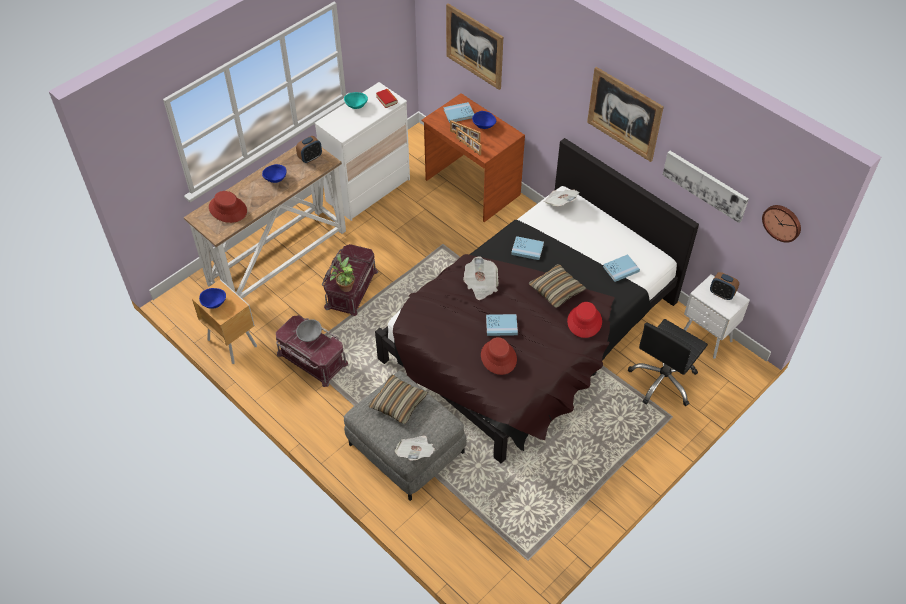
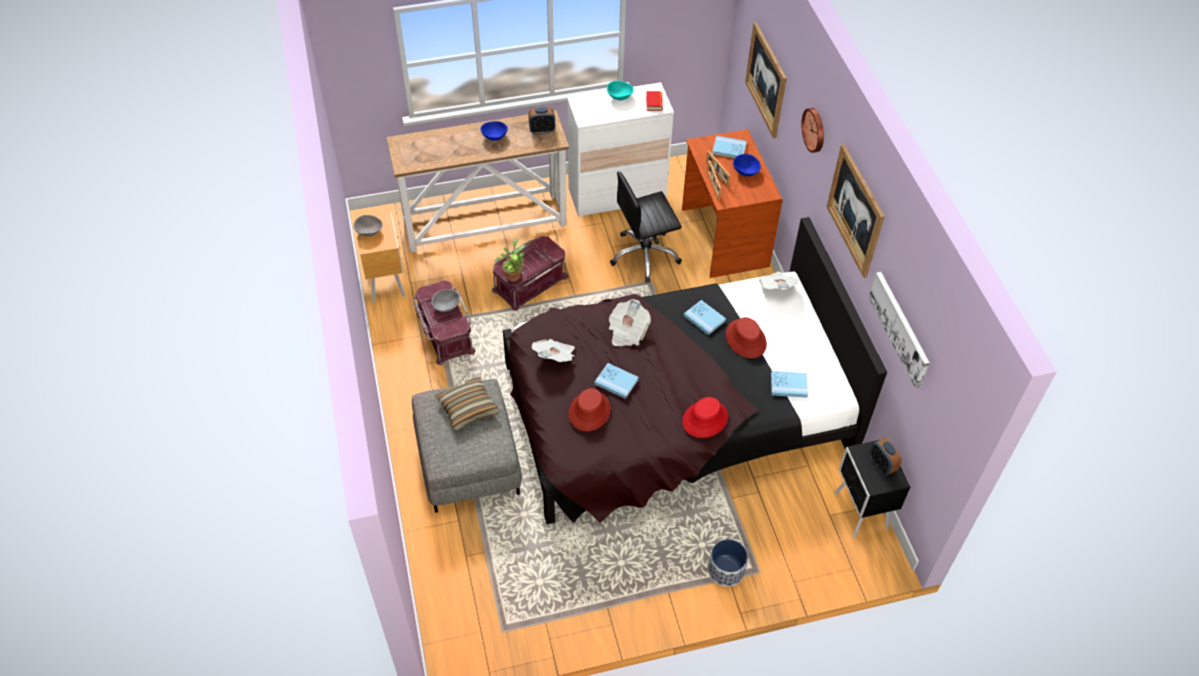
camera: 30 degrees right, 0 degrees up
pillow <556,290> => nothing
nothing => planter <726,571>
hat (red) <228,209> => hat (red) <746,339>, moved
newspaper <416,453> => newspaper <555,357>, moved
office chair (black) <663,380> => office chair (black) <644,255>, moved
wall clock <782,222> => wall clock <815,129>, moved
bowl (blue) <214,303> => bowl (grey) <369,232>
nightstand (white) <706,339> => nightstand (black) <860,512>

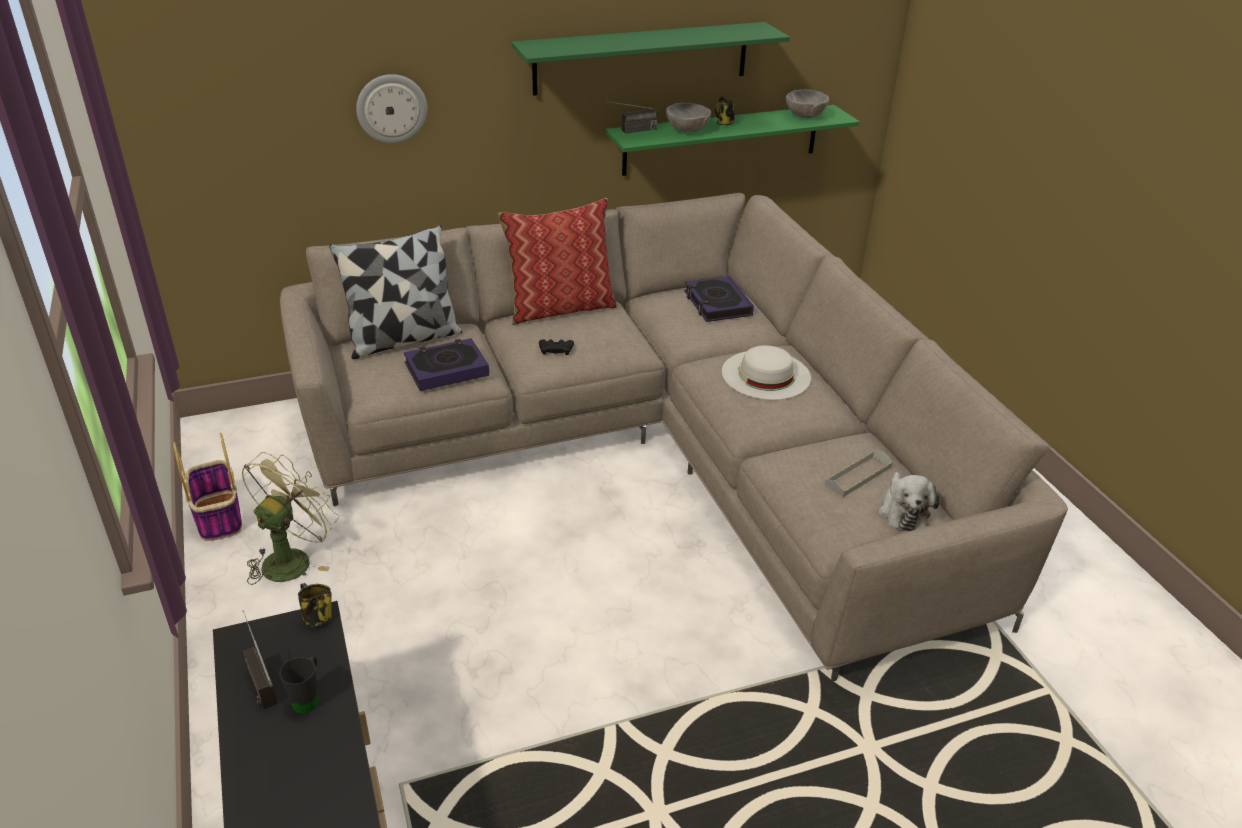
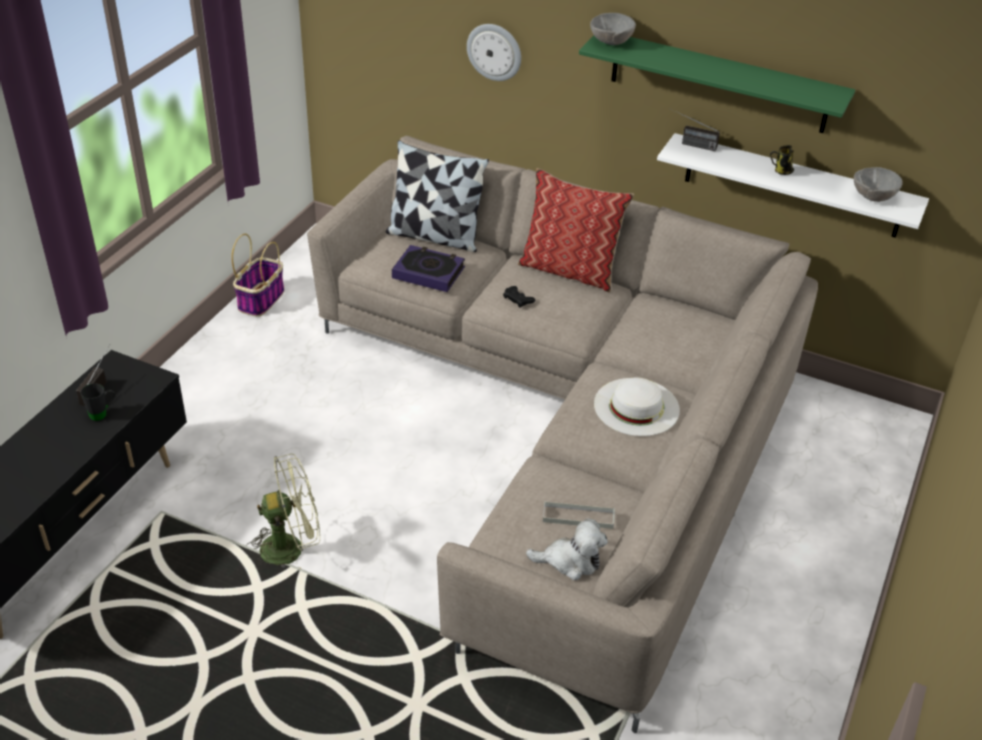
camera: 45 degrees right, 5 degrees up
mug <316,618> => nothing
book <717,304> => nothing
fan (green) <292,558> => fan (green) <291,547>, moved
bowl (grey) <688,131> => bowl (grey) <611,42>, moved
shelf (green) <721,140> => shelf (white) <792,186>
plush toy <903,511> => plush toy <570,561>, 135 degrees counterclockwise

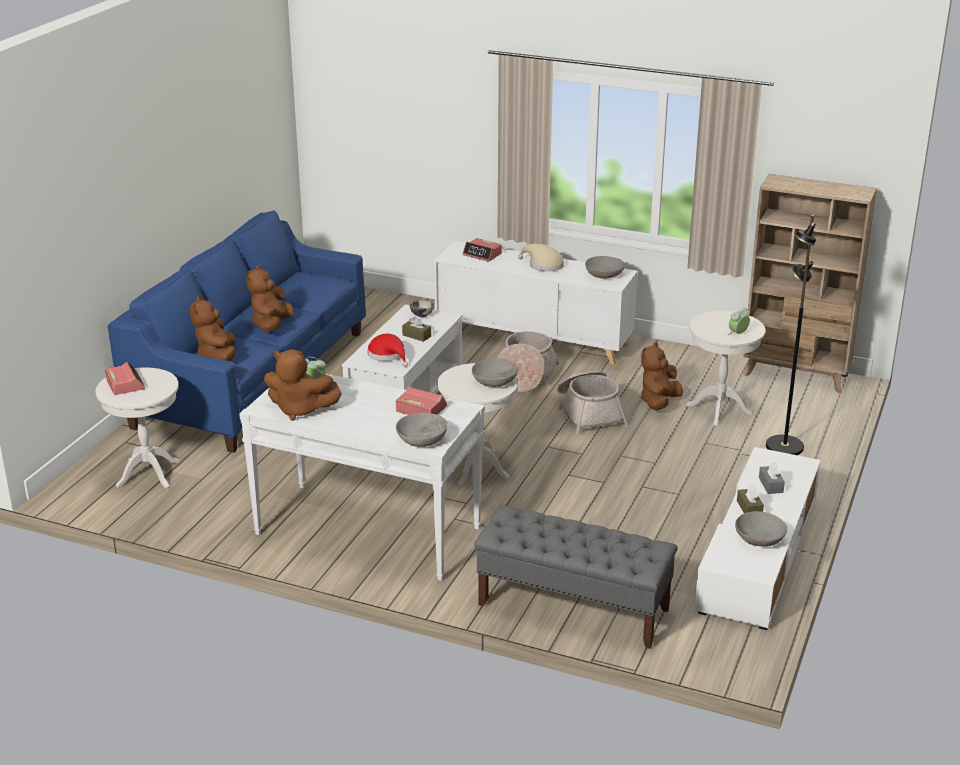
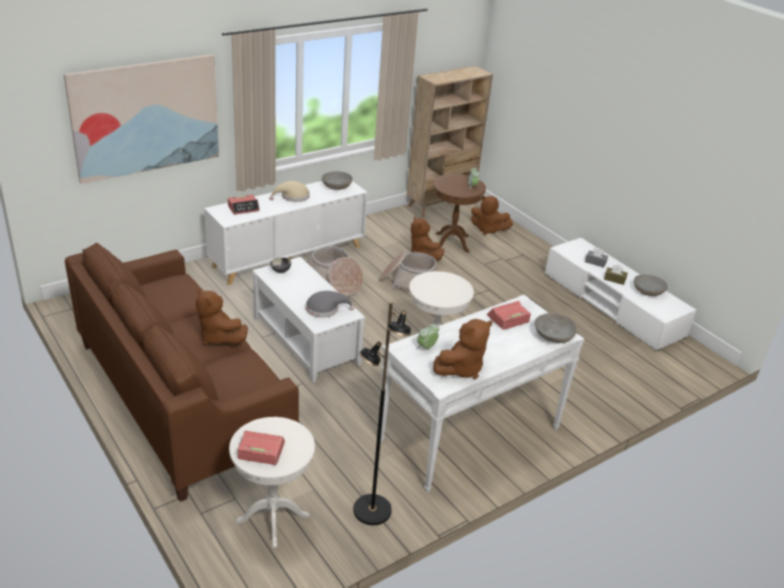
camera: 60 degrees left, 5 degrees up
tissue box (brown) <416,336> => nothing
bowl (grey) <495,381> => nothing
bench (grey) <572,607> => nothing
nothing => picture <146,117>
plush toy (brown) <217,357> => plush toy (brown) <488,230>, moved
floor lamp (black) <783,446> => floor lamp (black) <371,511>, moved
sofa (blue) <252,378> => sofa (brown) <181,397>
hat (red) <388,355> => hat (grey) <325,309>
side table (white) <719,409> => side table (brown) <452,242>

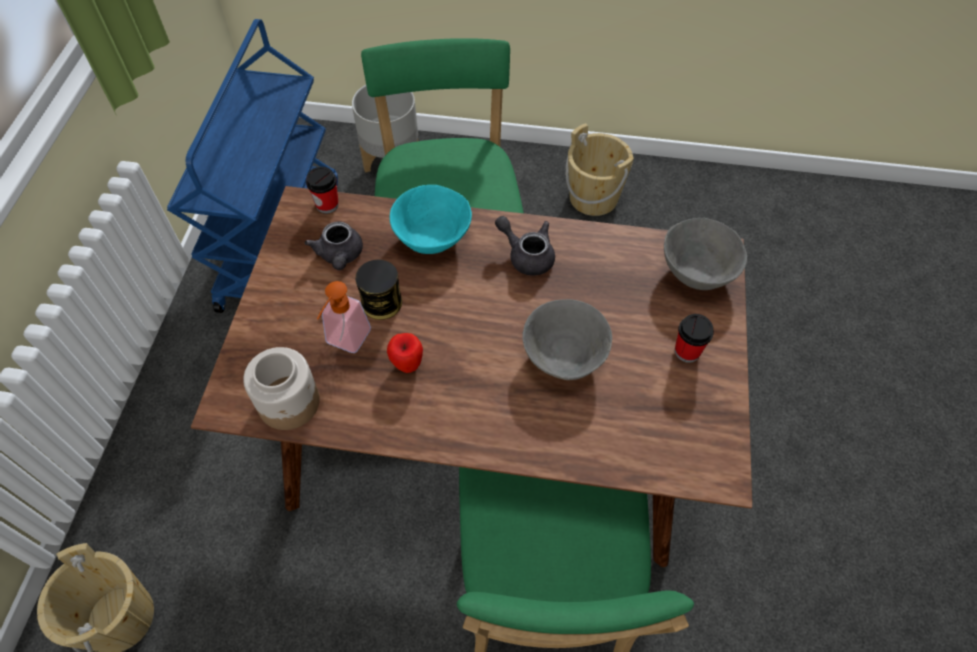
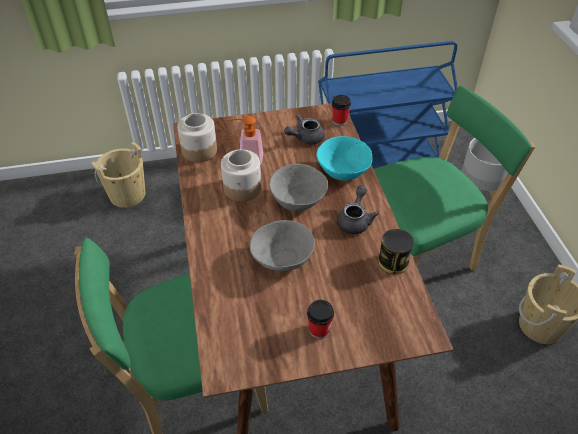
camera: 70 degrees right, 10 degrees down
can <382,303> => can <393,262>, moved
bowl (grey) <698,272> => bowl (grey) <297,201>, moved
apple <407,365> => jar <242,188>

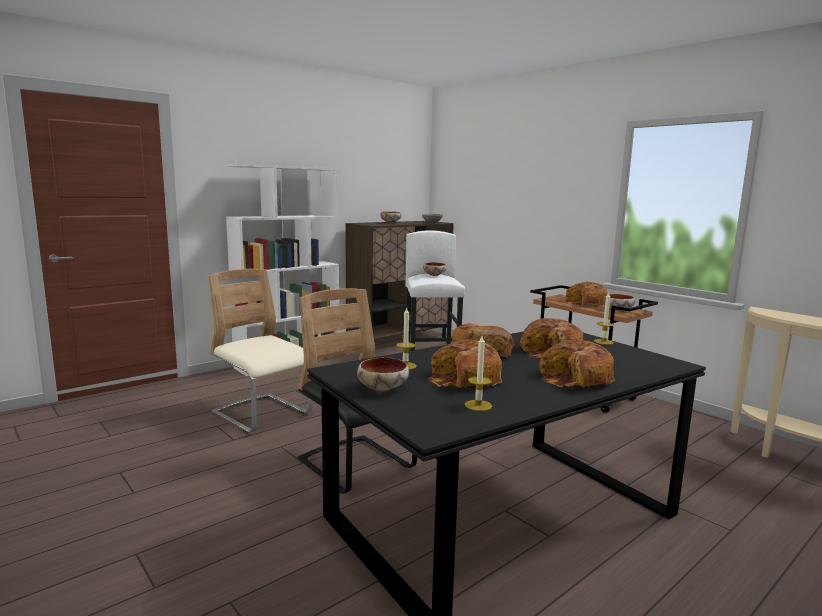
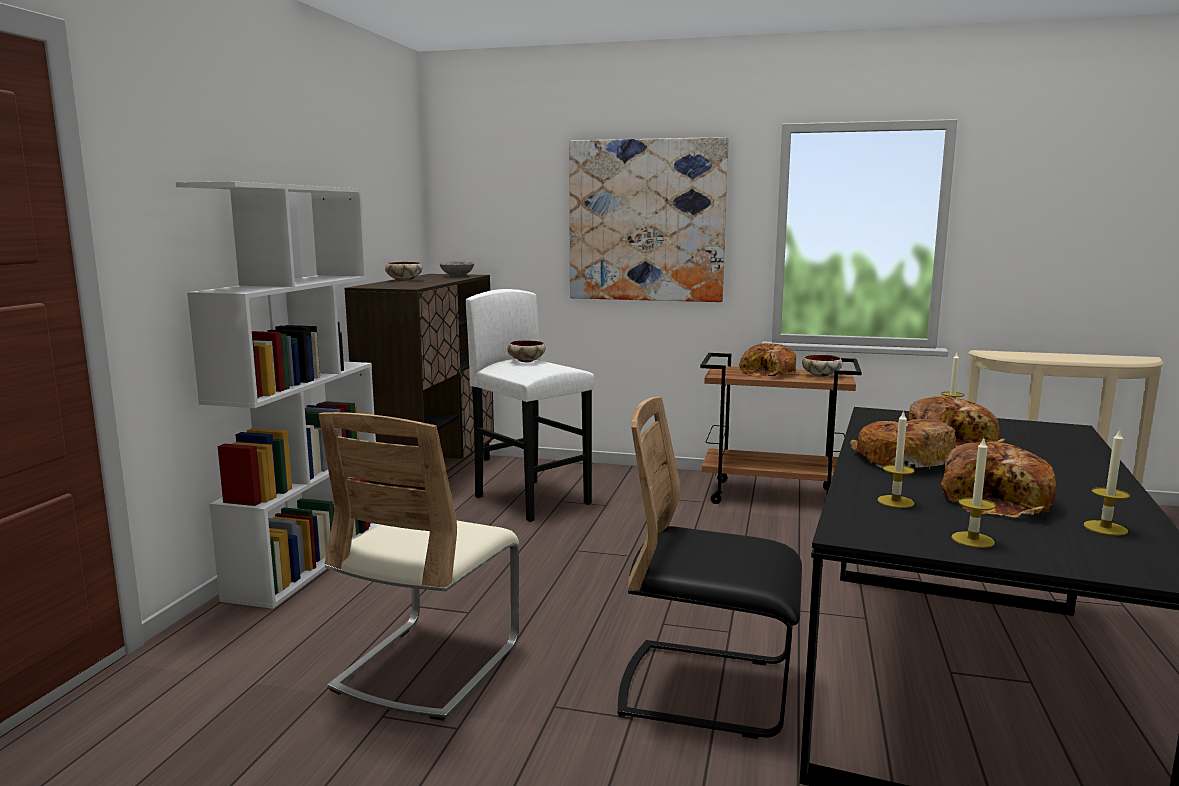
camera: 35 degrees left, 0 degrees up
bread <575,379> => nothing
nothing => picture <646,221>
bowl <382,388> => candle <972,540>
chair (beige) <262,414> => chair (beige) <428,666>, 75 degrees counterclockwise

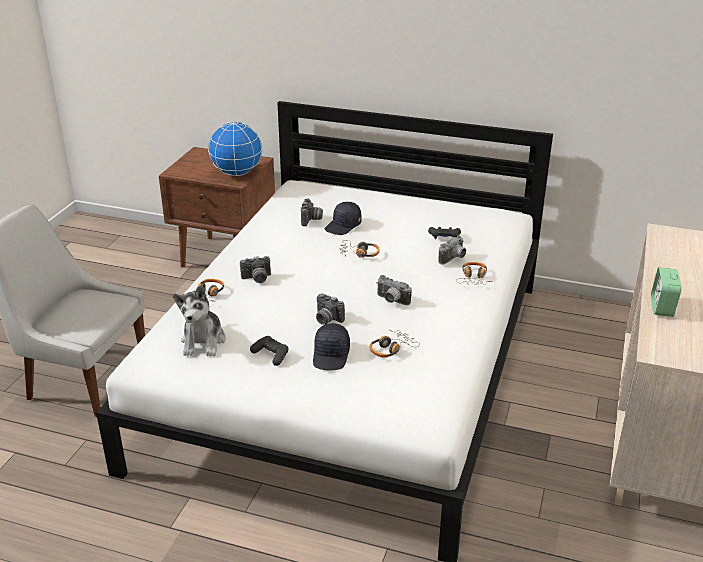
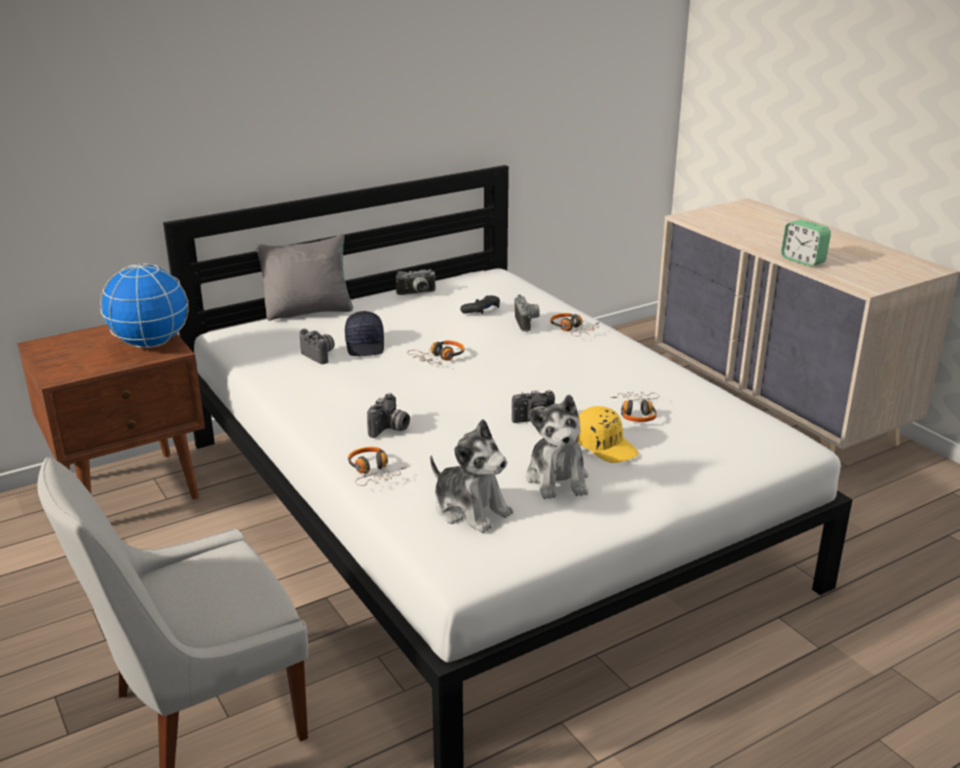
camera: 50 degrees left, 5 degrees down
nothing => pillow (grey) <309,311>
photo camera <391,301> => photo camera <417,294>, moved
game controller (black) <271,355> => plush toy <557,479>
cap (black) <331,355> => cap (yellow) <606,446>

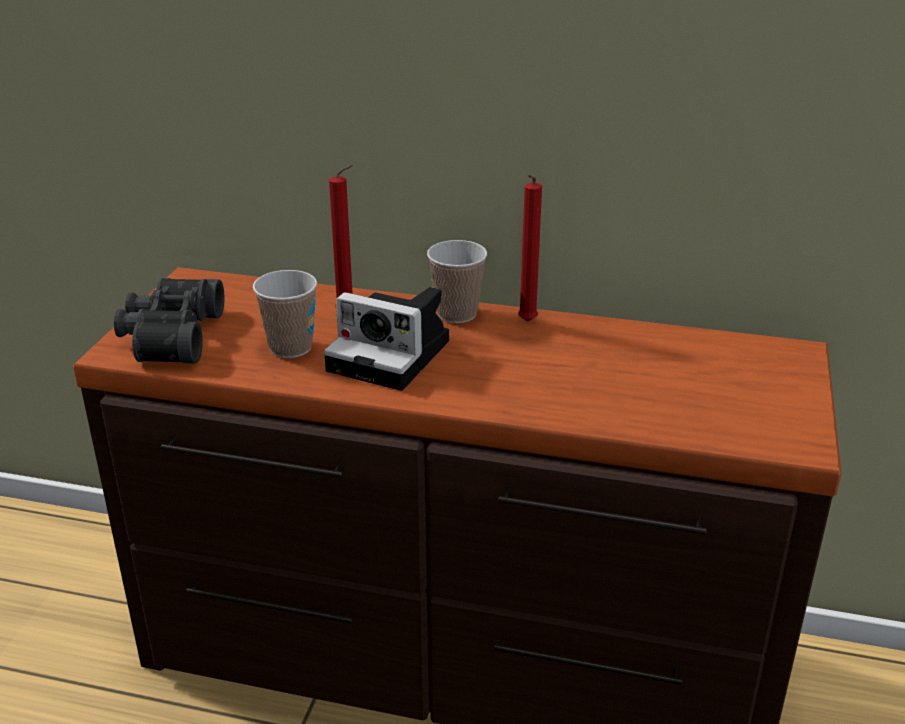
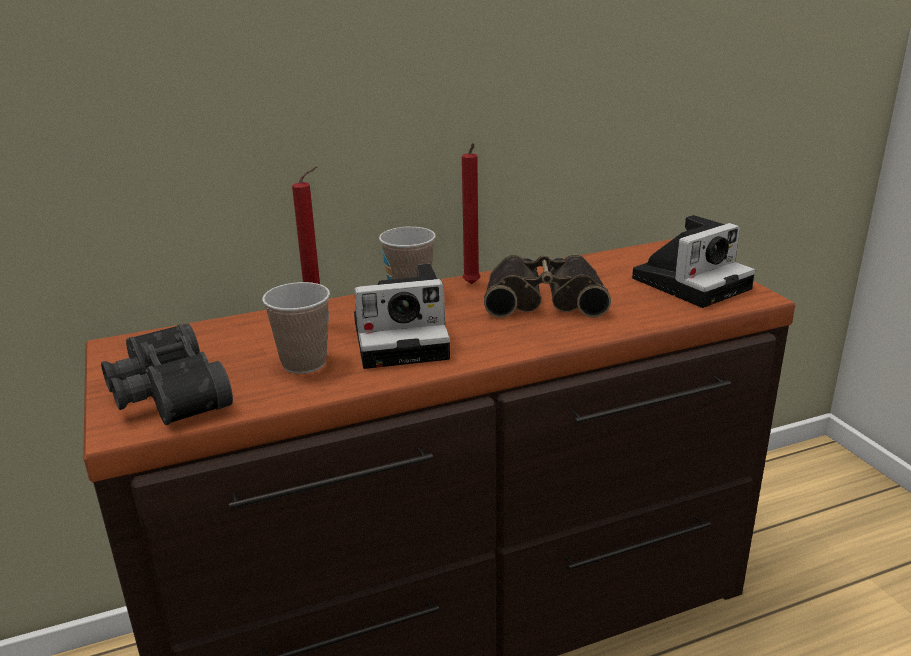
camera: 35 degrees left, 5 degrees down
nothing => binoculars <545,299>
nothing => photo camera <692,282>

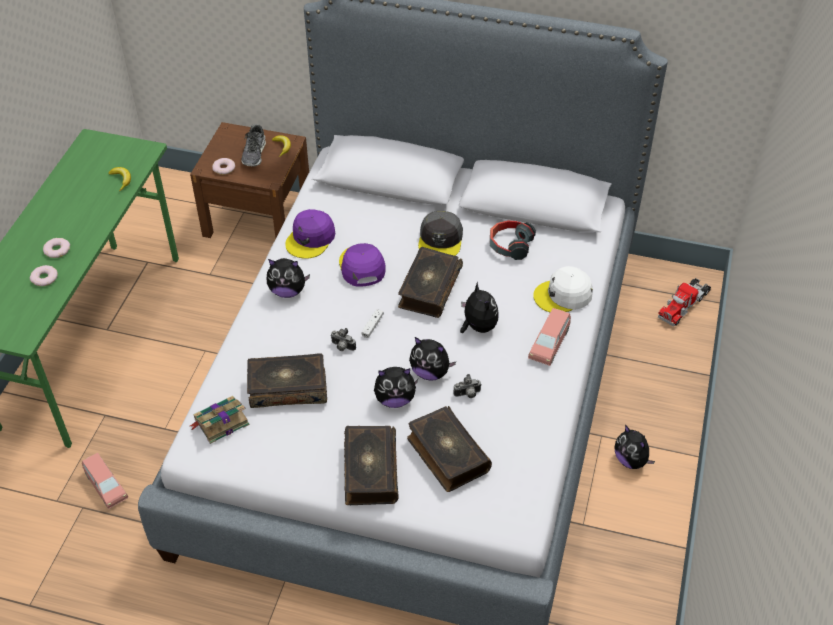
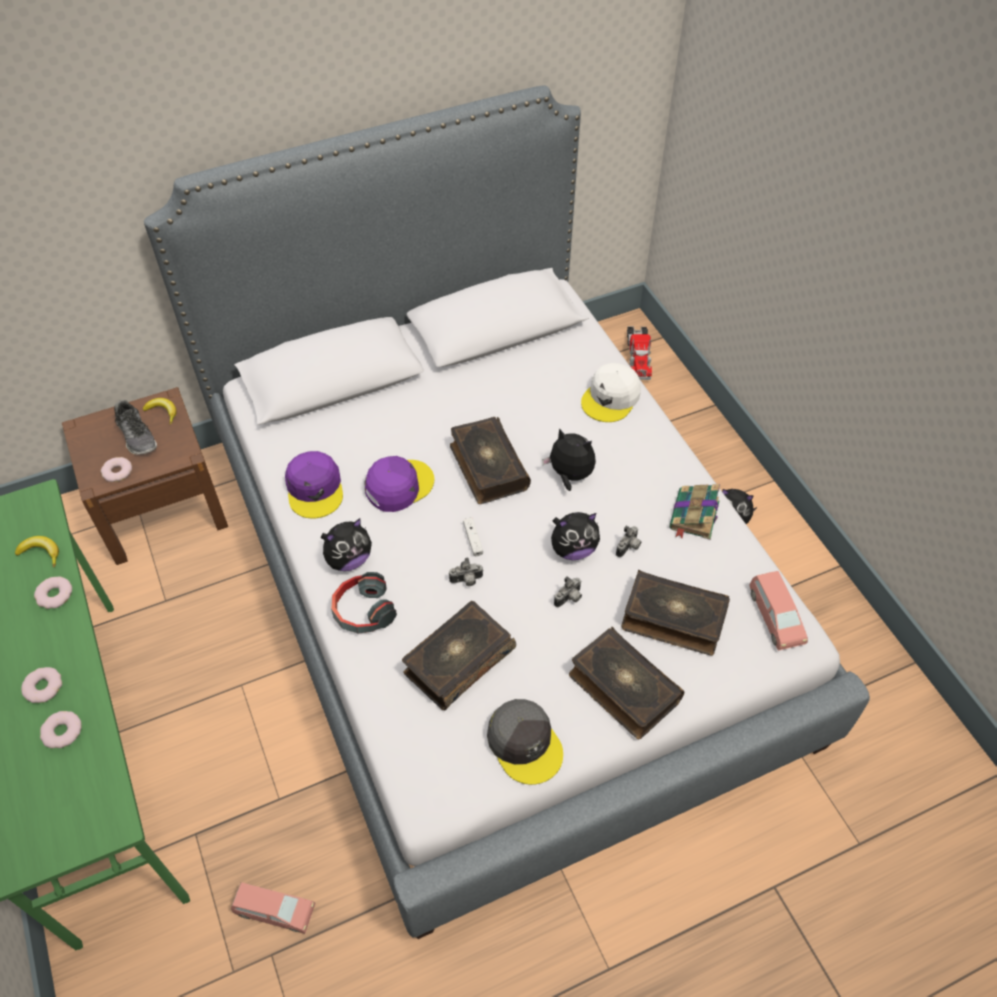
camera: 40 degrees left, 5 degrees up
nothing => donut <55,595>
book <220,422> => book <694,516>, moved
cap (grey) <440,240> => cap (grey) <525,743>, moved
headphones <510,245> => headphones <362,611>, moved
toy car (pink) <549,343> => toy car (pink) <775,617>, moved
plush toy <395,399> => photo camera <569,599>
cap (purple) <361,266> => cap (purple) <398,486>, 105 degrees clockwise

